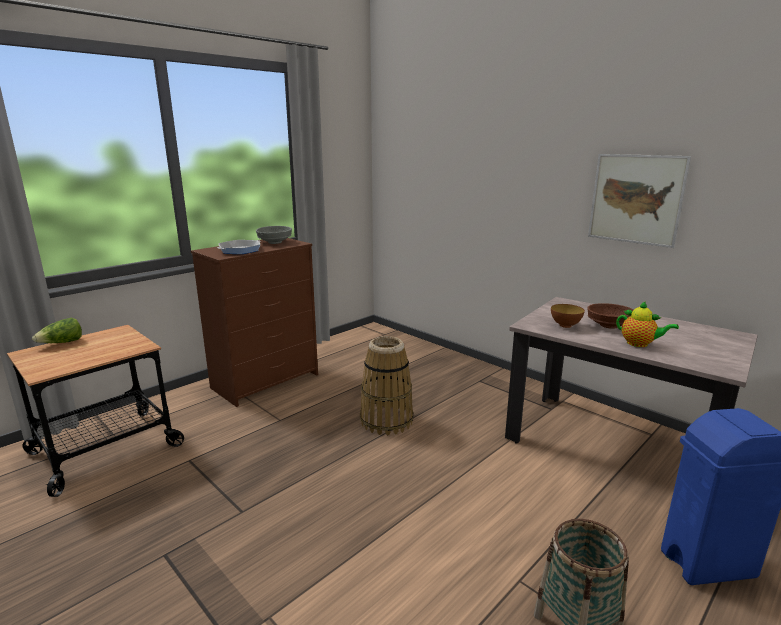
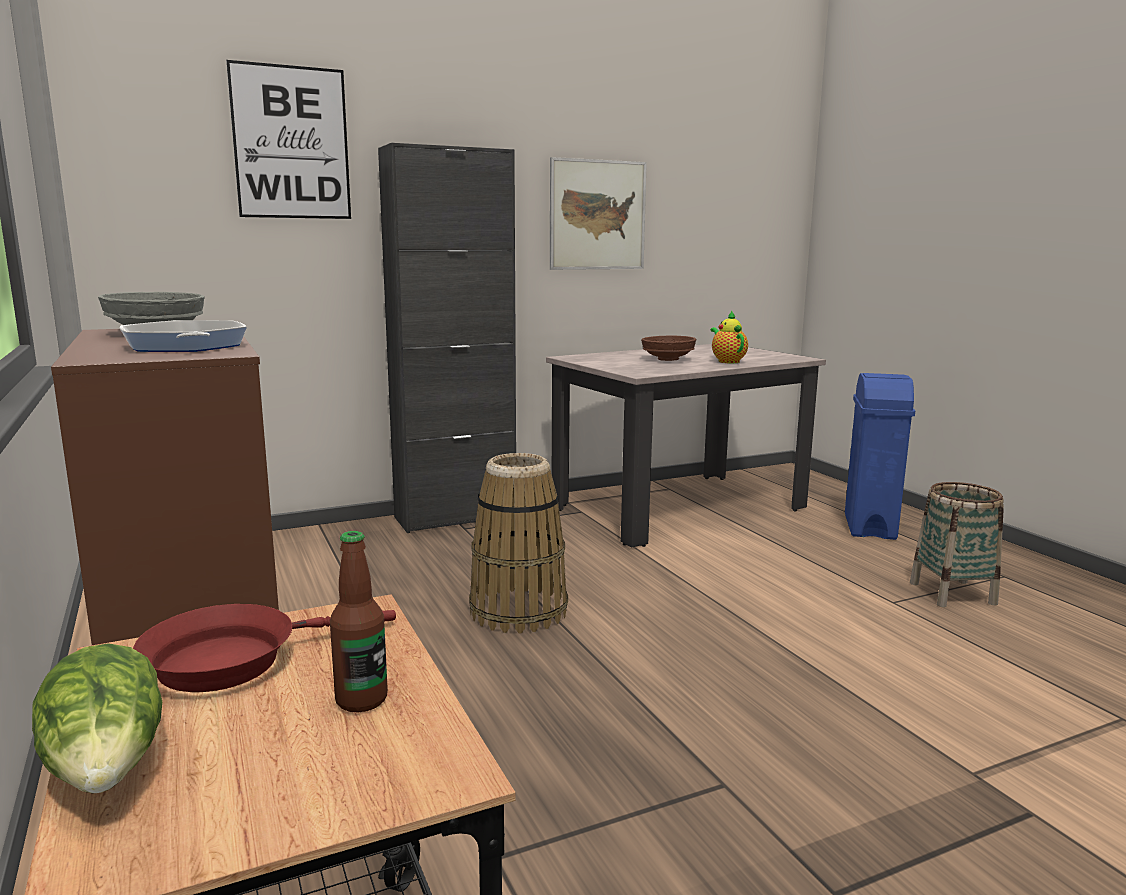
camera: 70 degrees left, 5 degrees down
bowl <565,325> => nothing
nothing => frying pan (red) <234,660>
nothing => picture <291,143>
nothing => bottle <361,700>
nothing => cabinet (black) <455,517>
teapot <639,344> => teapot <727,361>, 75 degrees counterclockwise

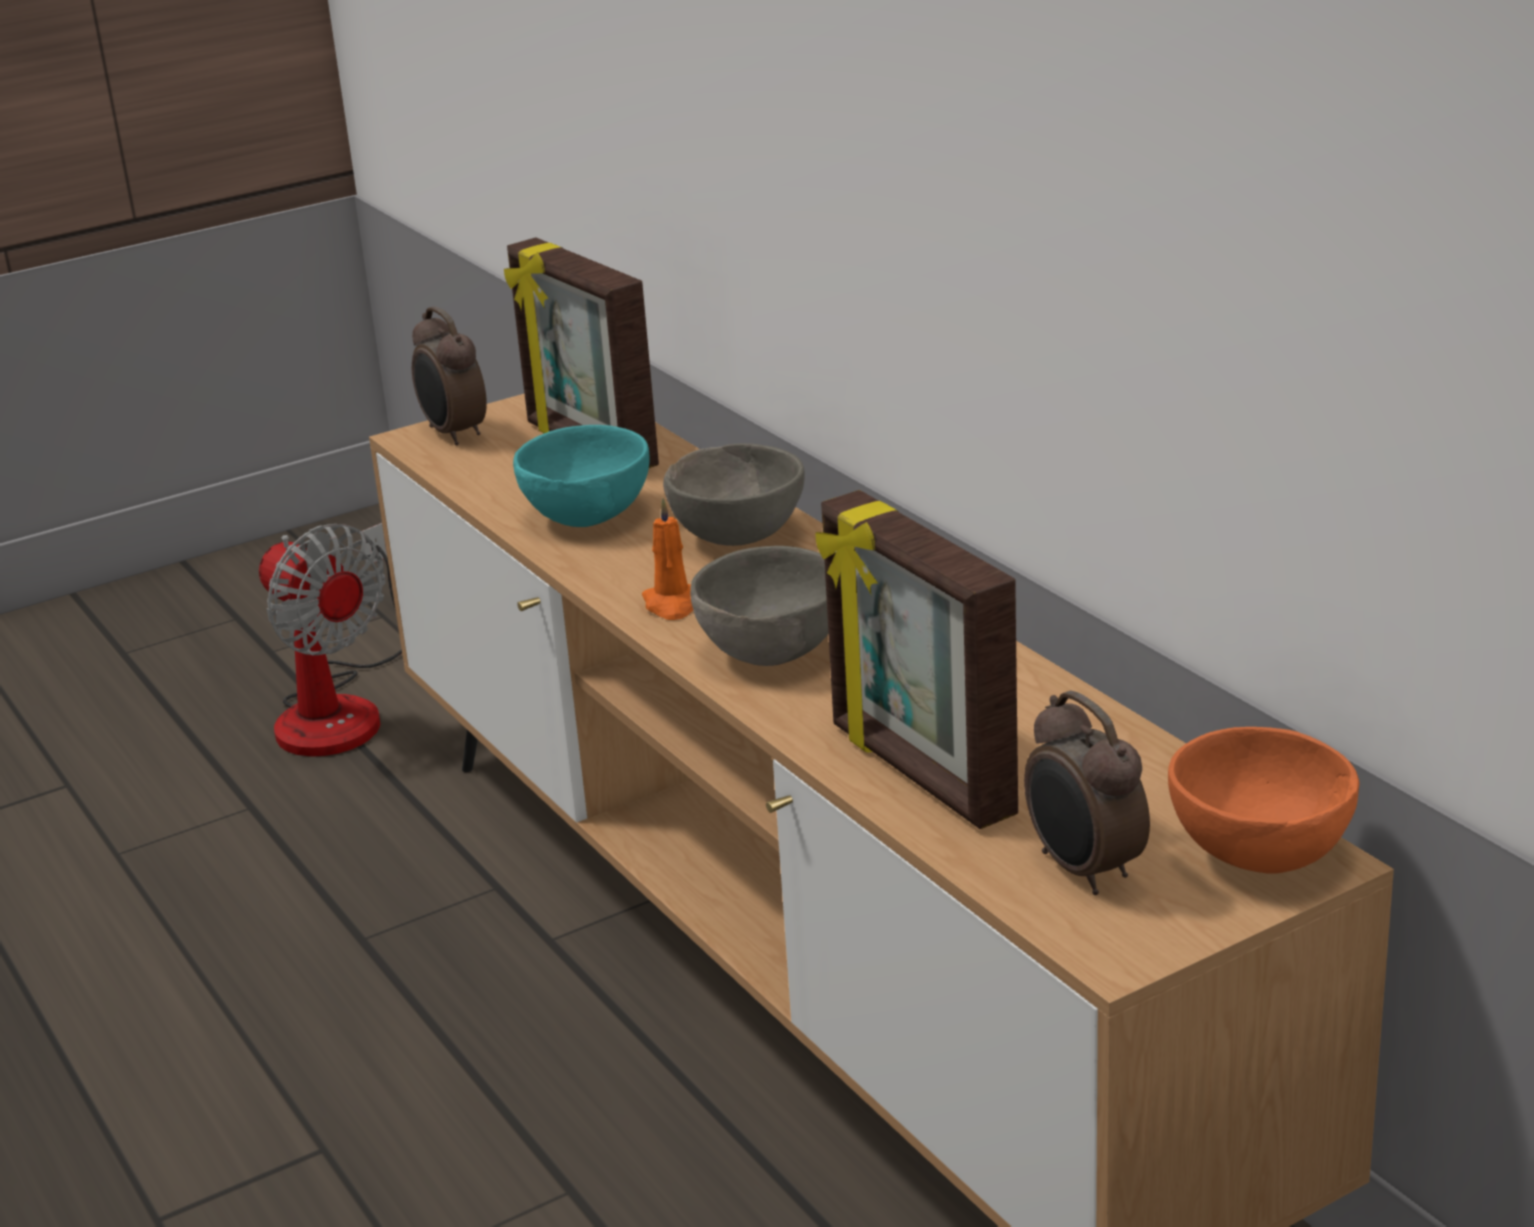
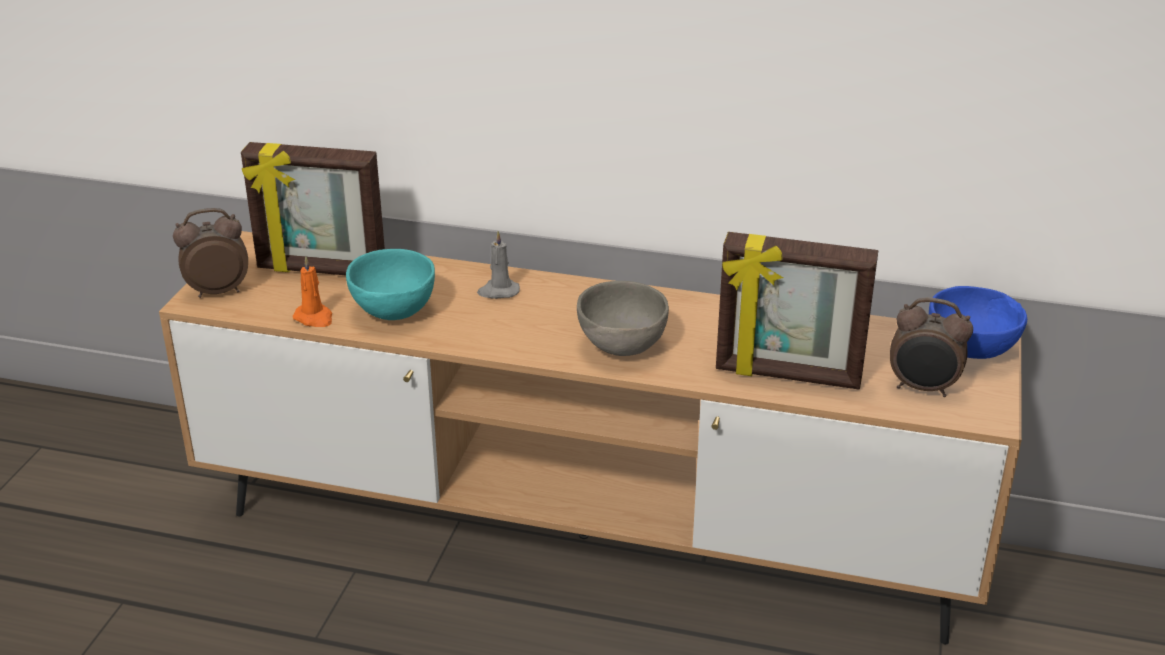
camera: 45 degrees left, 5 degrees up
fan <340,708> => nothing
candle (orange) <672,604> => candle (orange) <314,318>, moved
bowl (grey) <738,536> => candle (grey) <498,291>
bowl (orange) <1259,856> => bowl (blue) <972,351>
alarm clock <453,434> => alarm clock <218,291>, 150 degrees clockwise

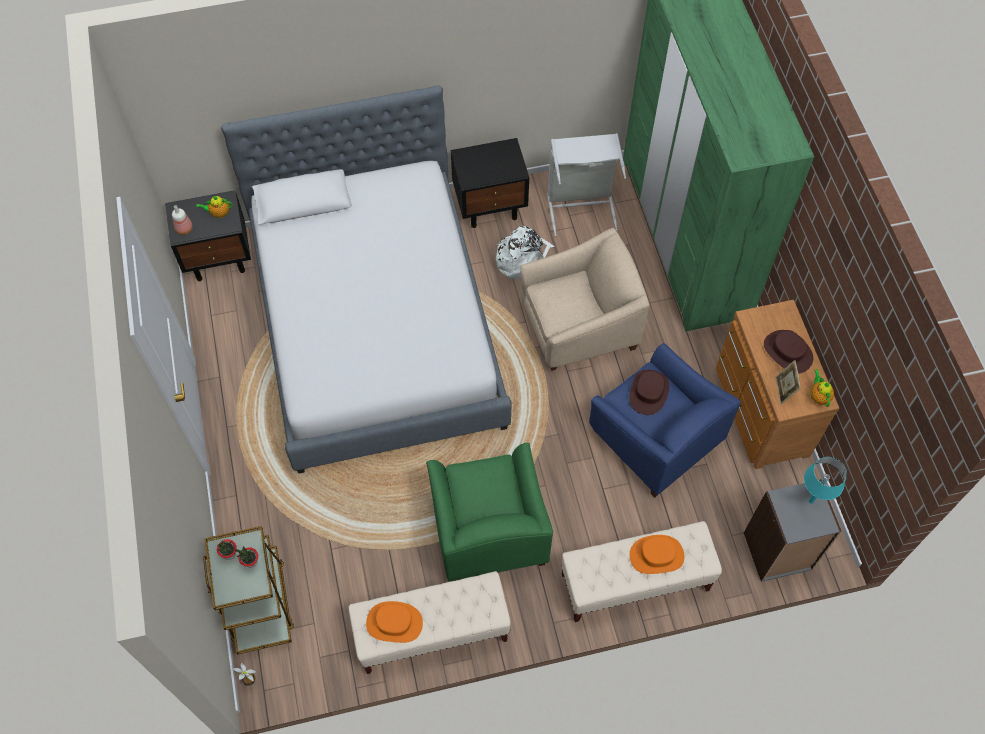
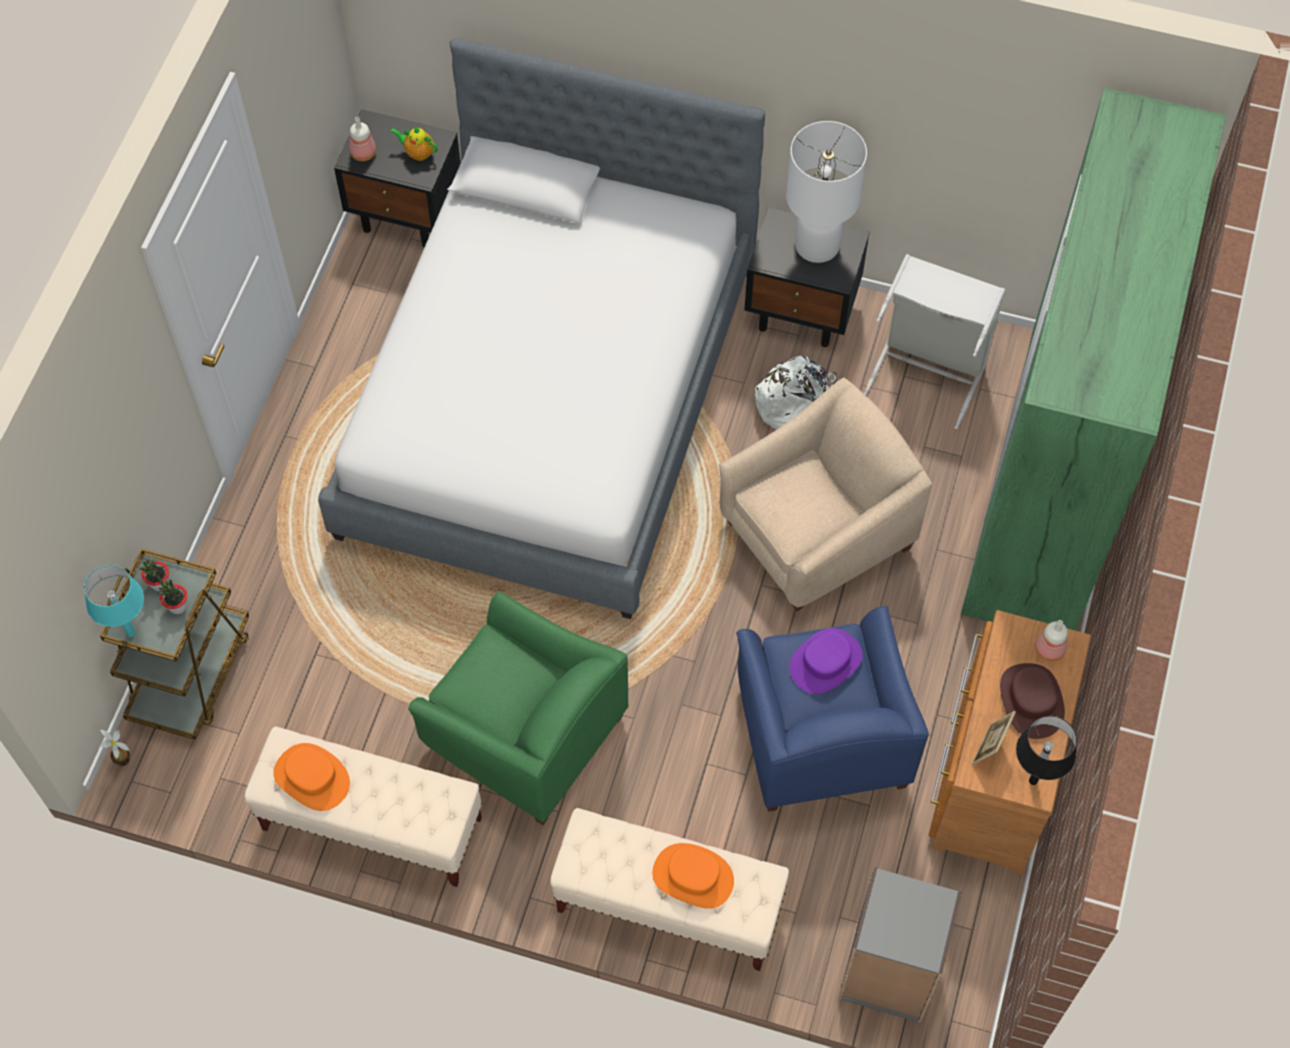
camera: 30 degrees right, 0 degrees up
nothing => table lamp (white) <817,245>
nothing => bottle <1050,649>
table lamp (turquoise) <811,500> => table lamp (turquoise) <131,633>, moved
teapot <818,396> => table lamp (black) <1033,781>
hat (brown) <648,392> => hat (purple) <826,662>
armchair (green) <488,528> => armchair (green) <524,734>, 75 degrees counterclockwise
armchair (beige) <579,326> => armchair (beige) <816,533>, 45 degrees counterclockwise

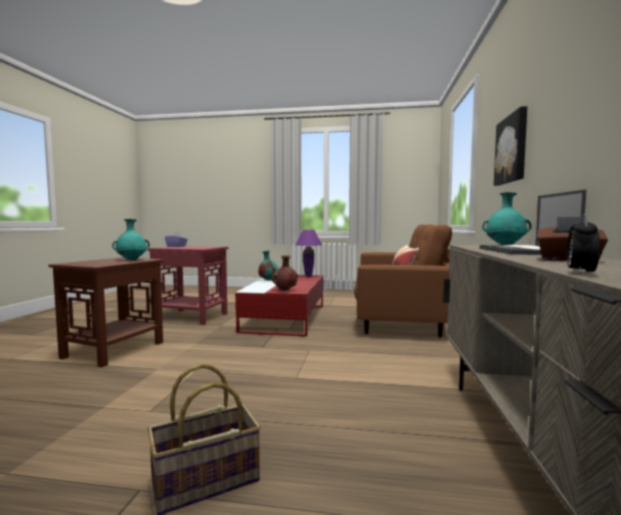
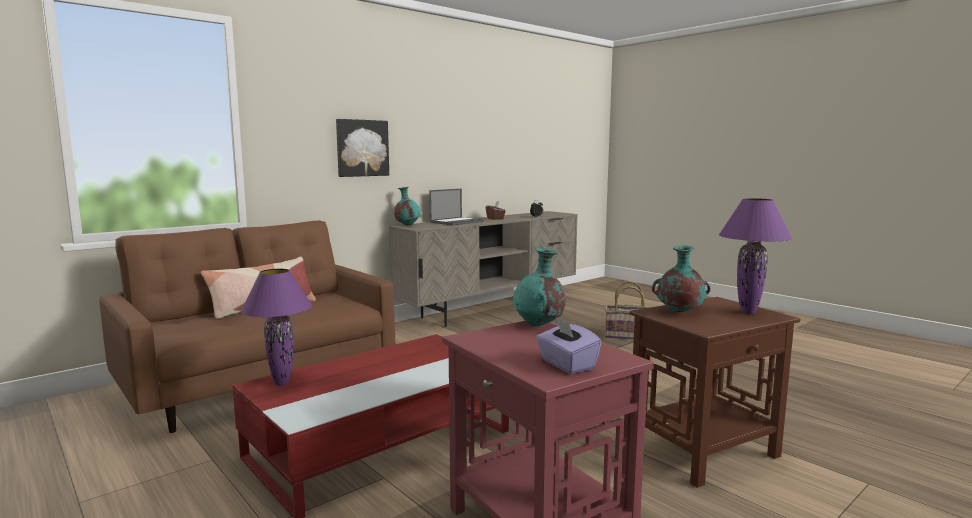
camera: 140 degrees left, 5 degrees up
vase (brown) <284,290> => nothing
nothing => table lamp (purple) <748,312>
vase (turquoise) <268,280> => vase (turquoise) <539,325>, moved

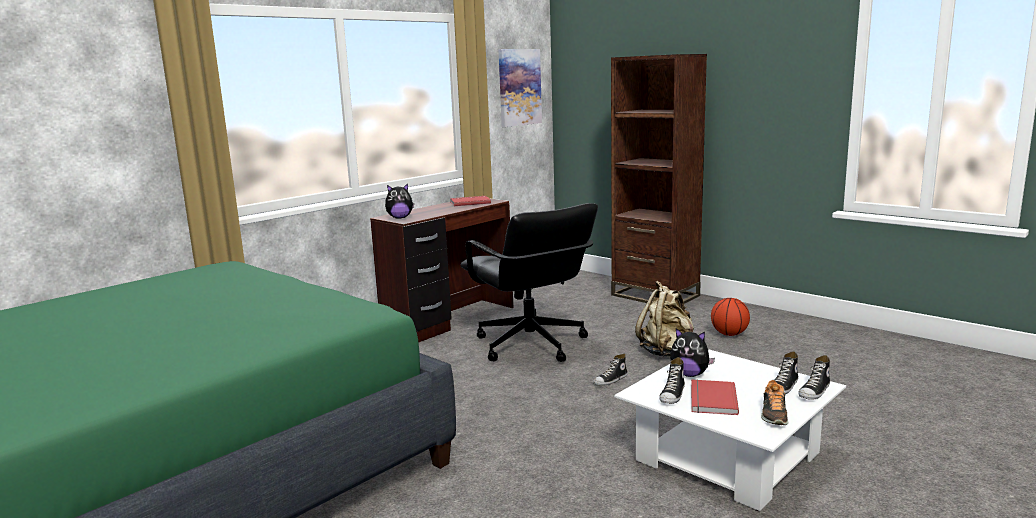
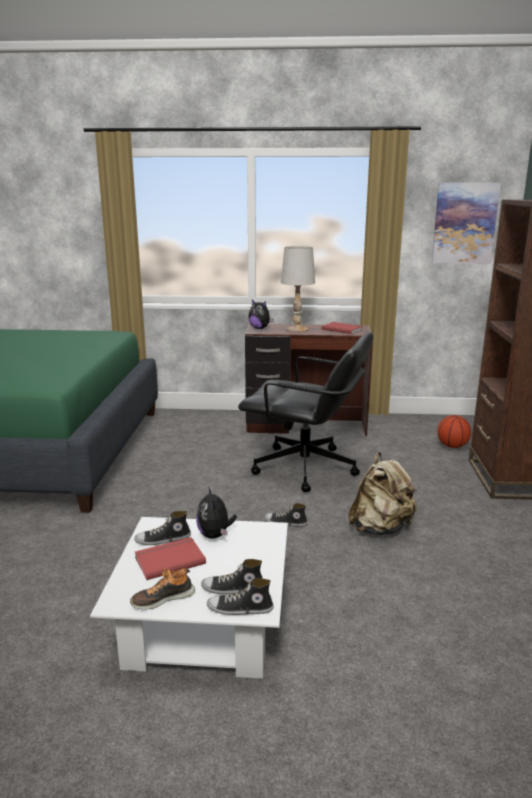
camera: 50 degrees right, 5 degrees up
nothing => table lamp (white) <296,329>
basketball <729,334> => basketball <452,446>, moved
office chair (black) <530,345> => office chair (black) <306,468>, 90 degrees counterclockwise

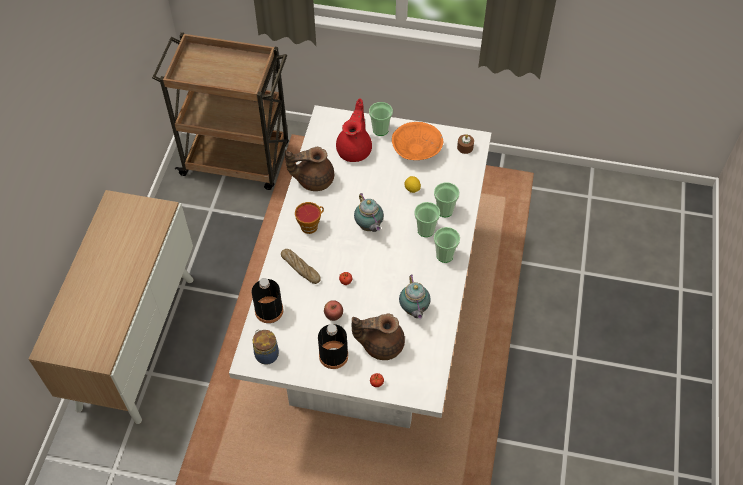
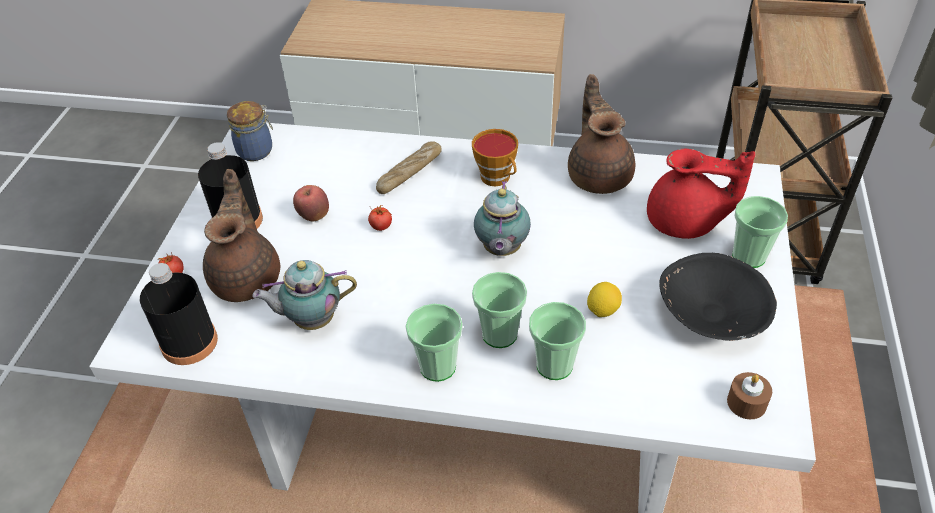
camera: 90 degrees right, 10 degrees down
bottle (black) <269,310> => bottle (black) <189,342>, moved
bowl (orange) <417,149> => bowl (black) <713,316>
teapot <369,227> => teapot <501,250>, 60 degrees counterclockwise

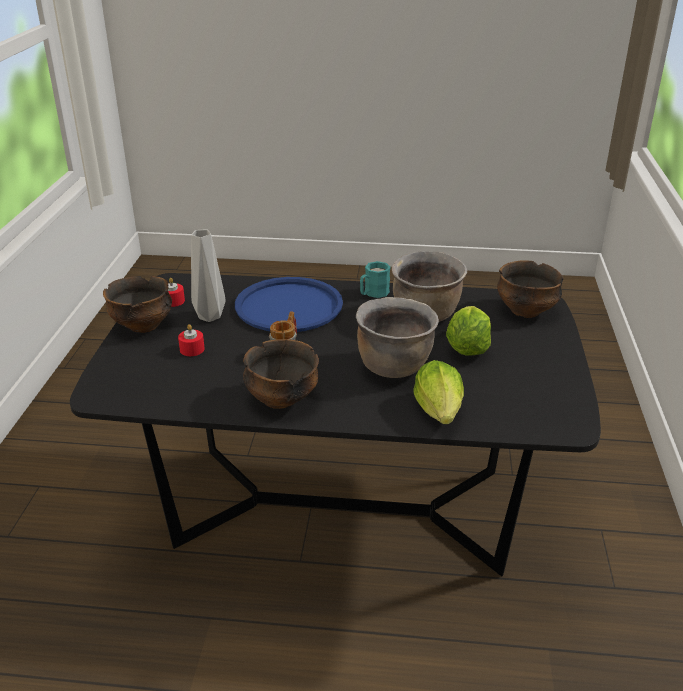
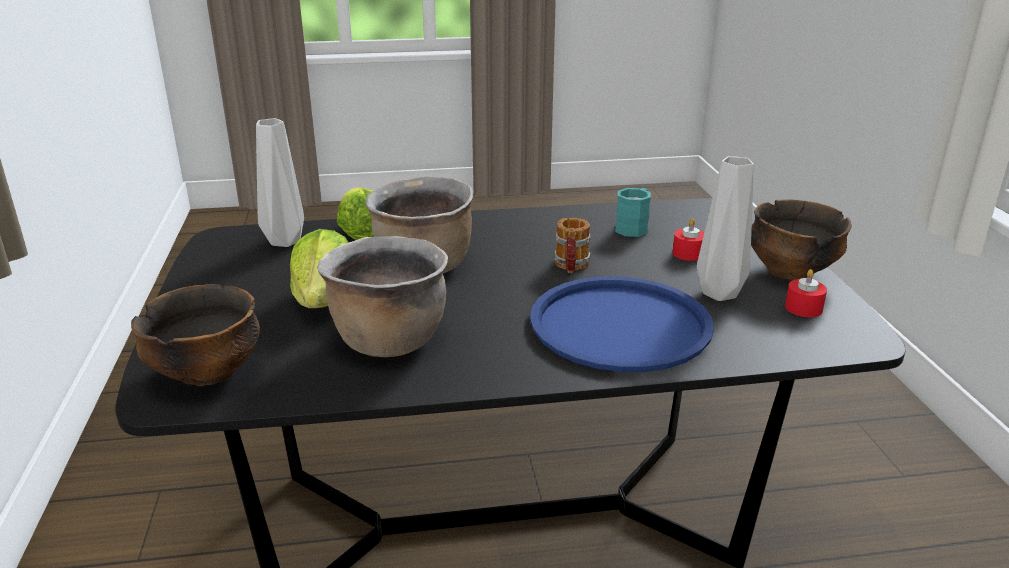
camera: 165 degrees right, 5 degrees down
bowl <281,399> => nothing
nothing => vase (grey) <286,242>
mug (turquoise) <373,293> => mug (turquoise) <634,227>, moved

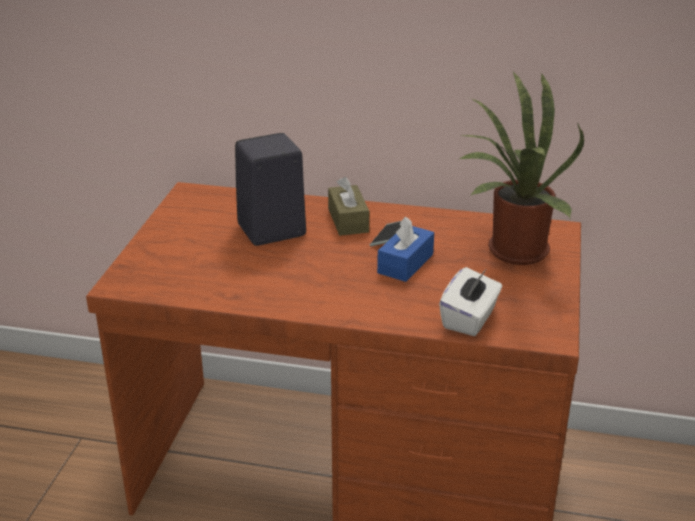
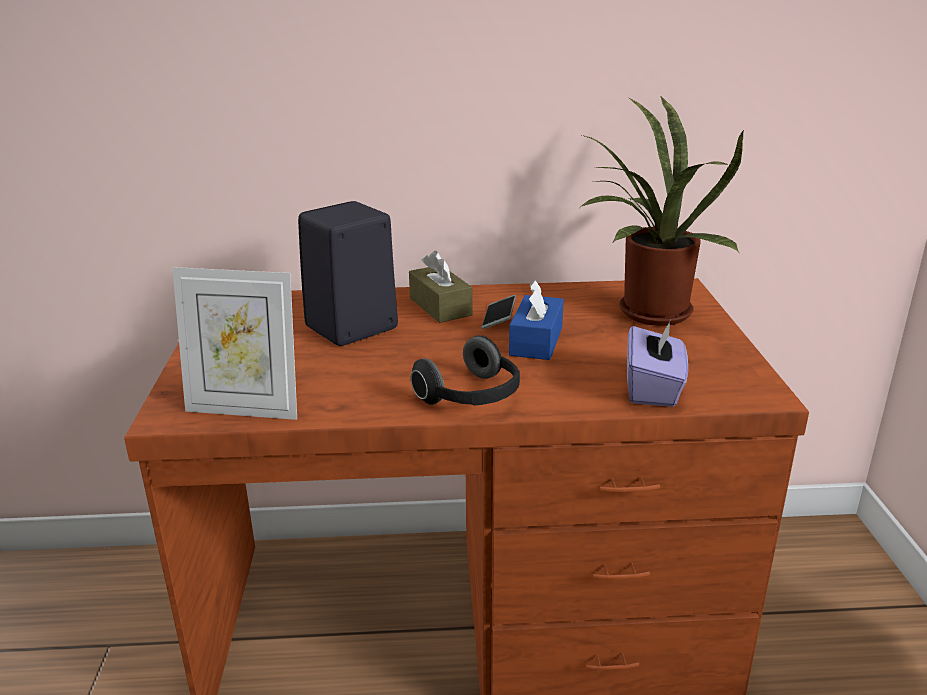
camera: 15 degrees left, 5 degrees down
nothing => picture frame <245,409>
nothing => headphones <472,397>
tissue box (white) <469,319> => tissue box (purple) <653,389>

